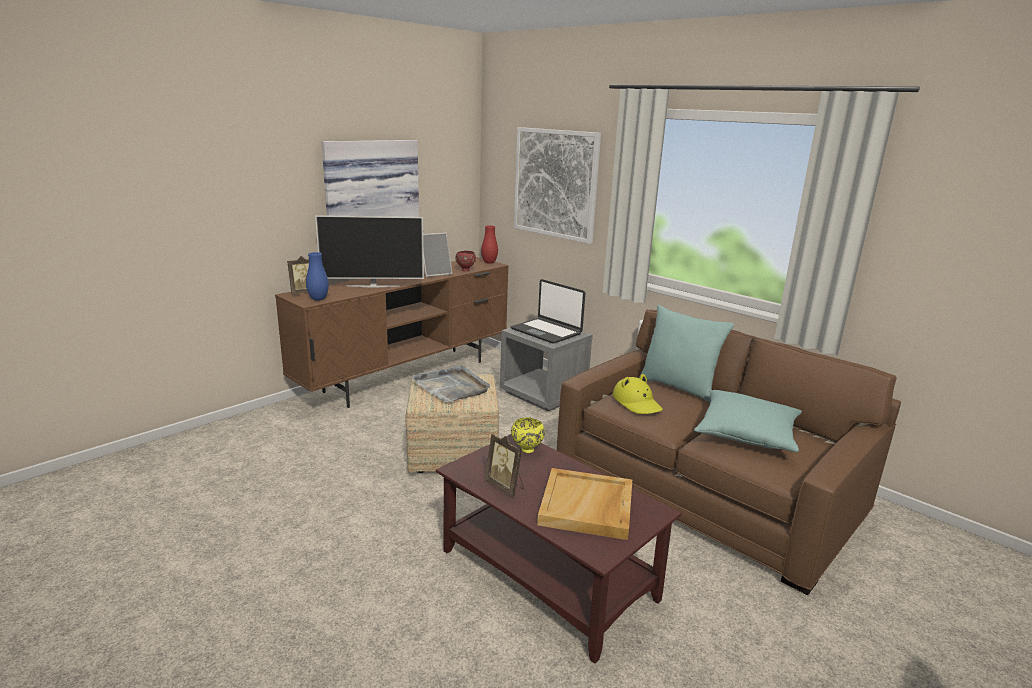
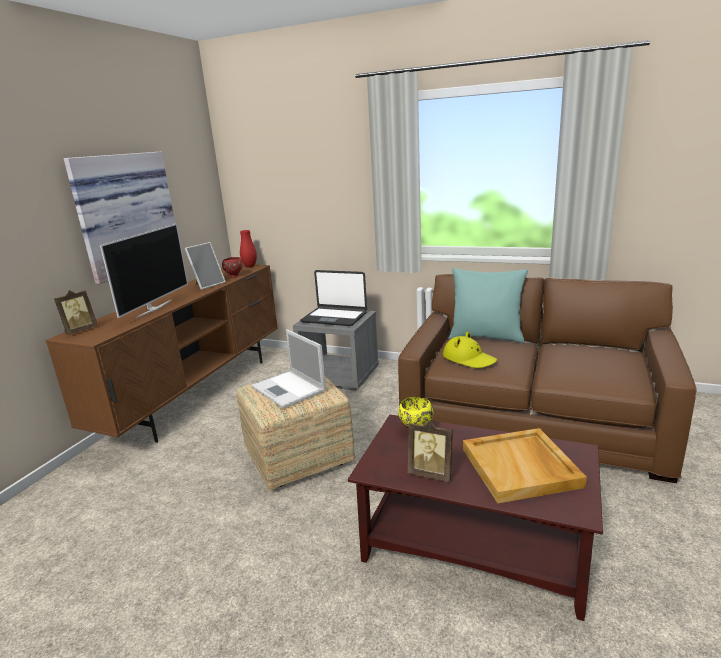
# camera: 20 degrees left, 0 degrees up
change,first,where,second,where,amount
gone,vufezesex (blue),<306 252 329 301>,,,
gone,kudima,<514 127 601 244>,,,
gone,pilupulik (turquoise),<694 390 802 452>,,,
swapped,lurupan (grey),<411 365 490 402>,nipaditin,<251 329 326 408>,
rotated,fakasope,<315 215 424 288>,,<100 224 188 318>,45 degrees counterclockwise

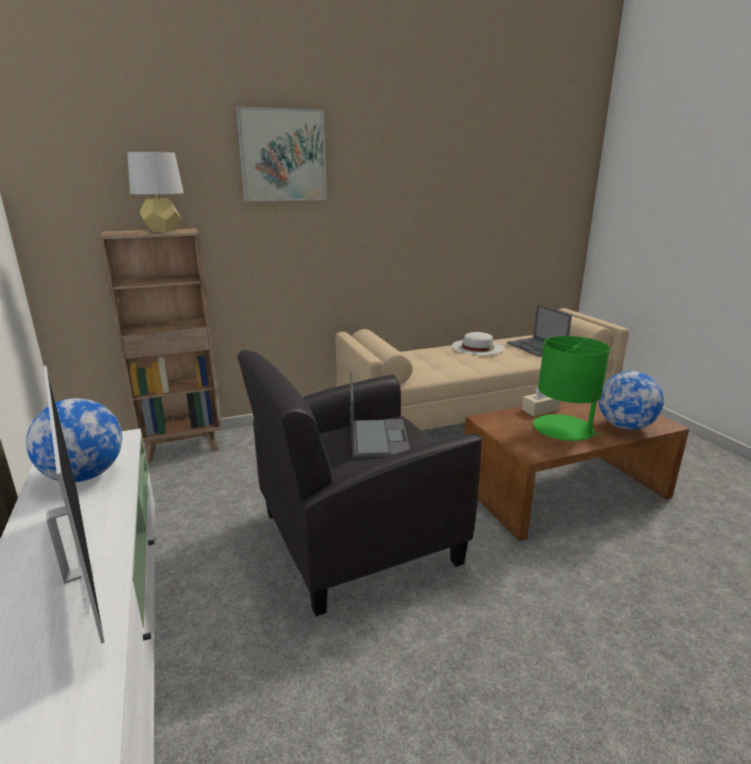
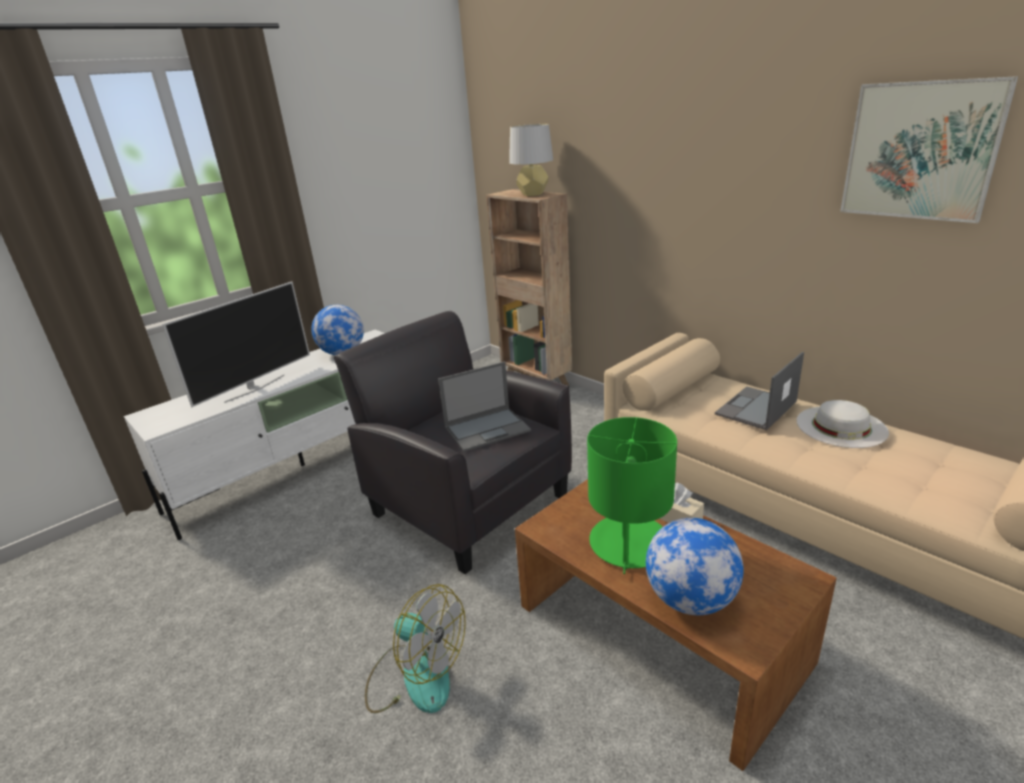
# camera: 70 degrees right, 5 degrees up
change,first,where,second,where,amount
new,,,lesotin,<365 584 466 713>,
shifted,kudima,<236 106 327 201>,,<840 76 1018 223>,
shifted,nipaditin,<507 305 572 357>,,<715 352 804 430>,

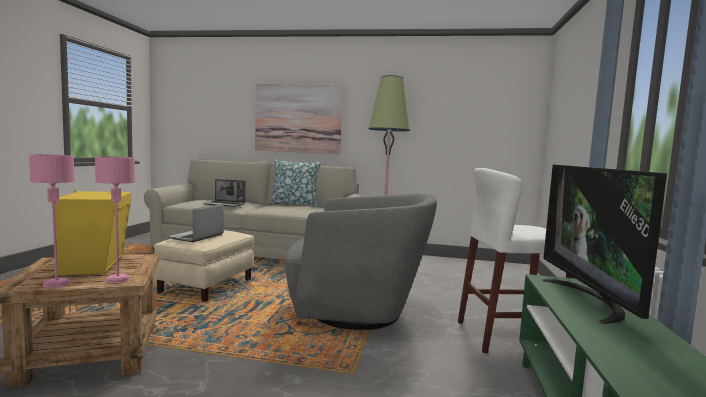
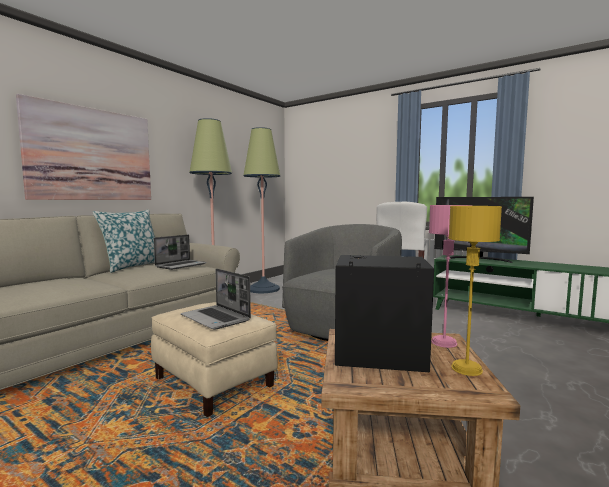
# camera: 65 degrees left, 0 degrees up
change,first,where,second,where,amount
new,,,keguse,<243 127 280 293>,
shifted,nipaditin,<203 179 246 207>,,<154 235 207 270>,
repainted,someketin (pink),<29 155 75 288>,someketin (yellow),<448 206 502 376>,
repainted,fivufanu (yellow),<55 189 131 275>,fivufanu (black),<335 255 434 372>,

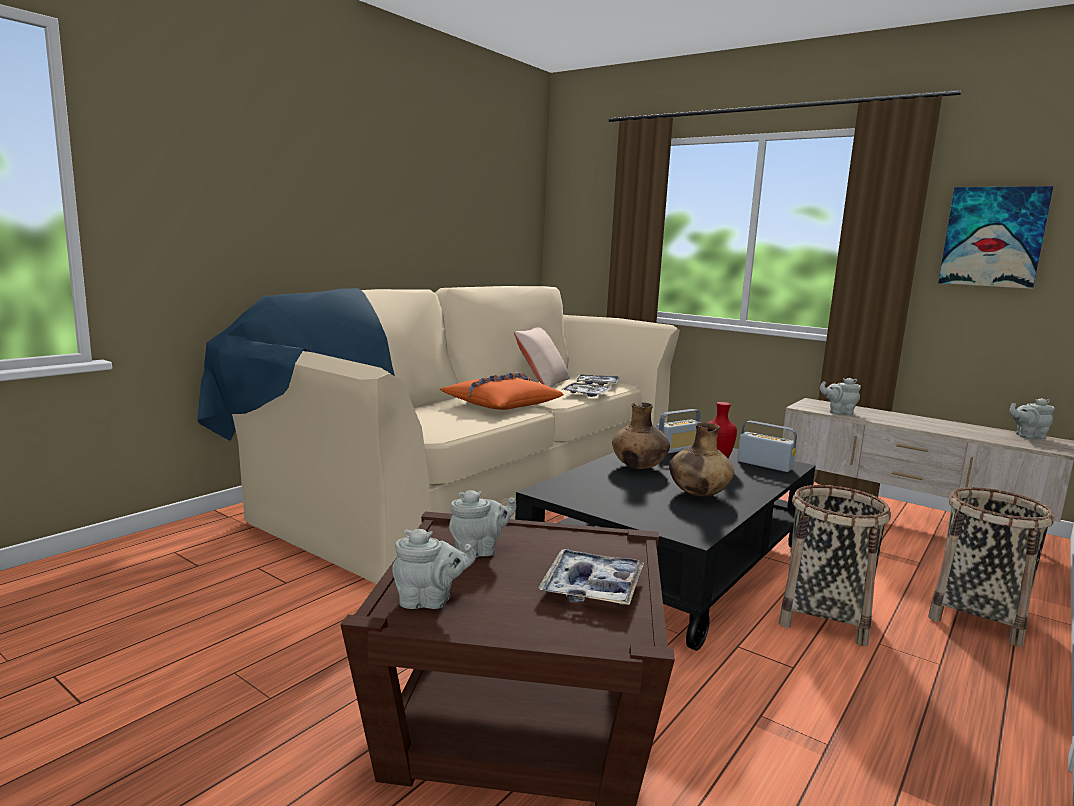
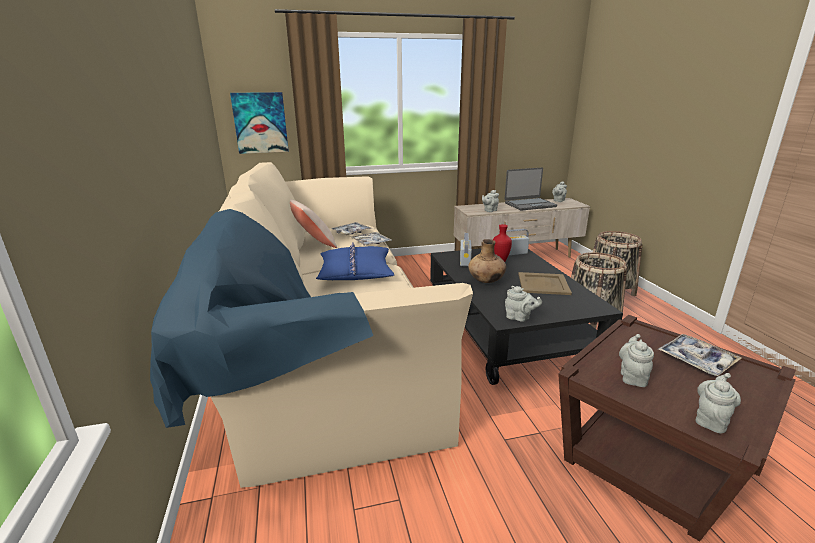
# camera: 50 degrees left, 10 degrees up
change,first,where,second,where,amount
new,,,nipaditin,<505 167 557 211>,
new,,,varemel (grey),<505 286 542 322>,
shifted,kudima,<938 186 1053 289>,,<230 92 289 154>,
swapped,vufezesex (brown),<669 423 734 496>,lurupan (beige),<518 272 572 295>,
repainted,pilupulik (orange),<440 372 563 410>,pilupulik (blue),<316 242 395 280>,

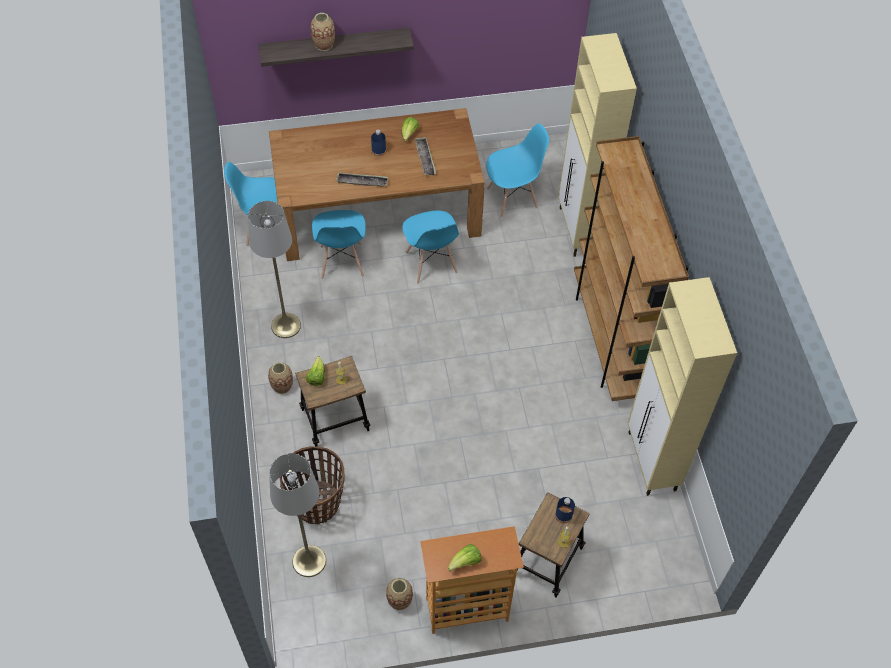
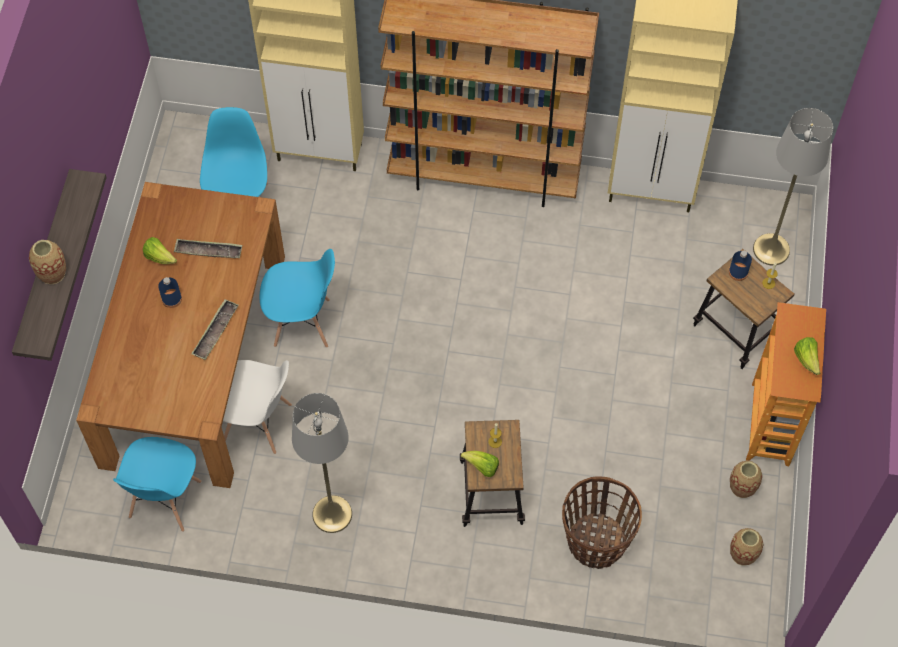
# camera: 70 degrees left, 5 degrees up
change,first,where,second,where,amount
shifted,vufezesex,<268 362 293 394>,,<730 528 763 565>,
shifted,keguse (grey),<269 453 326 577>,,<753 108 833 265>,
repainted,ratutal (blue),<312 210 366 279>,ratutal (white),<223 360 292 454>,

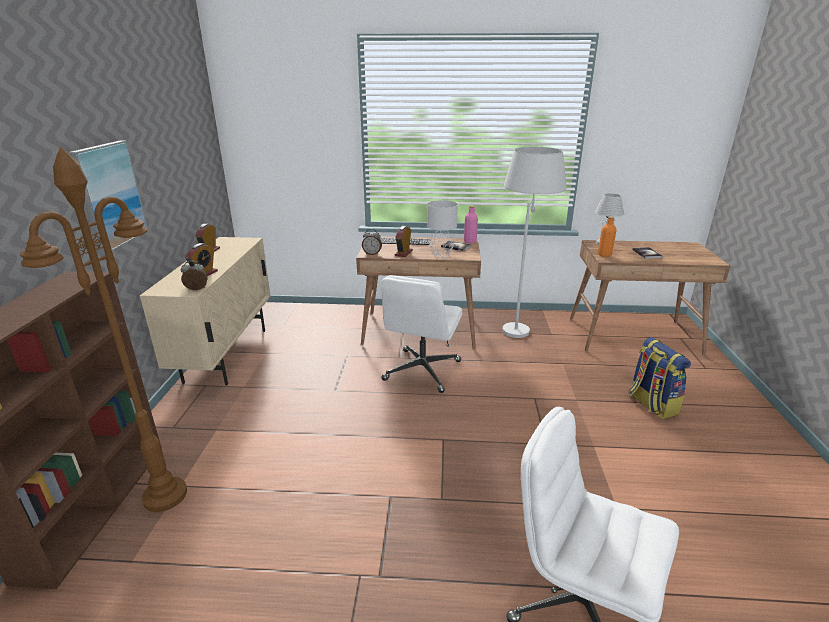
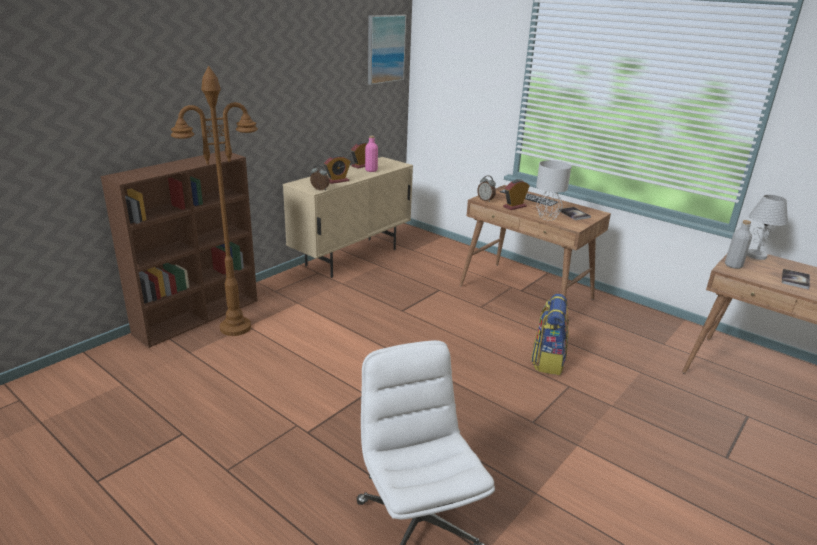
# camera: 35 degrees right, 0 degrees up
change,first,where,second,where,amount
gone,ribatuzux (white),<381 275 462 393>,,,
gone,keguse (white),<502 147 566 338>,,,
shifted,kudima,<69 140 148 255>,,<368 15 406 85>,
shifted,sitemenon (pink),<464 205 478 243>,,<365 136 378 172>,
shifted,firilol,<629 337 691 419>,,<531 294 569 375>,
repainted,sitemenon (orange),<598 216 617 257>,sitemenon (grey),<725 220 752 269>,

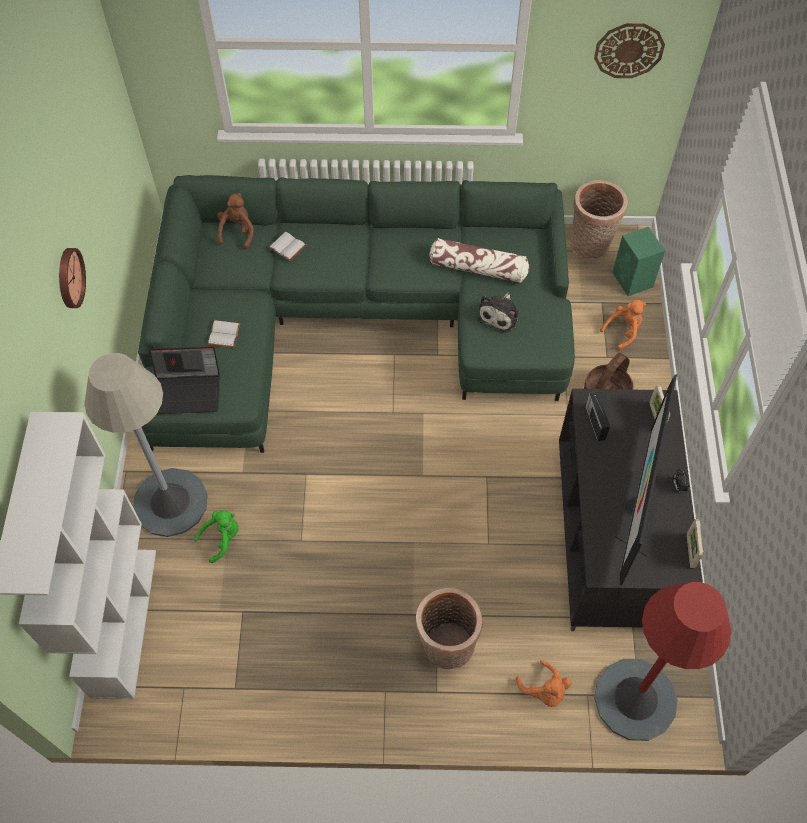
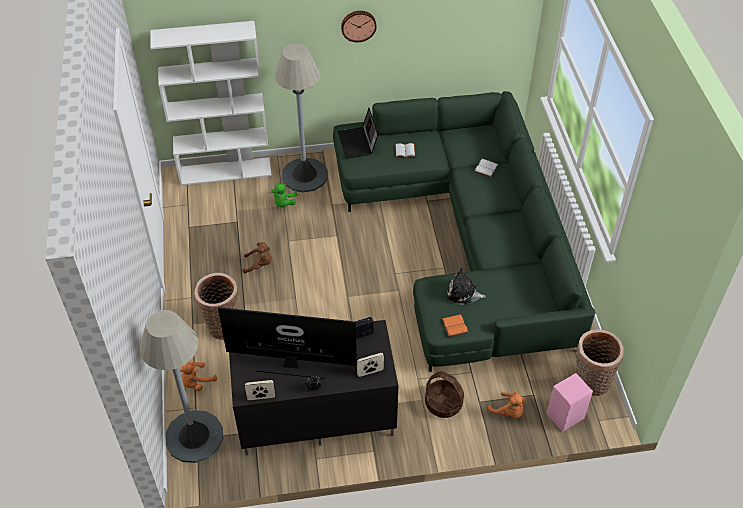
# camera: 80 degrees right, 10 degrees down
change,first,where,second,where,amount
gone,pilupulik,<430 238 529 283>,,,
gone,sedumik,<594 23 665 78>,,,
new,,,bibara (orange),<441 314 469 337>,
shifted,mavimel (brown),<217 193 254 249>,,<242 242 272 273>,
repainted,keguse (red),<594 582 731 741>,keguse (grey),<140 310 223 463>,
repainted,fivufanu (green),<612 227 665 296>,fivufanu (pink),<546 373 593 432>,
rotated,mavimel (green),<194 510 239 563>,,<271 184 298 207>,60 degrees clockwise

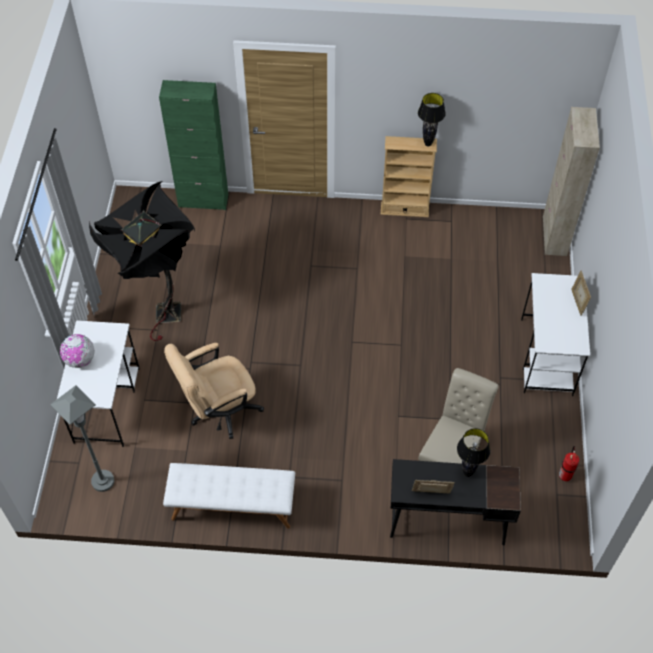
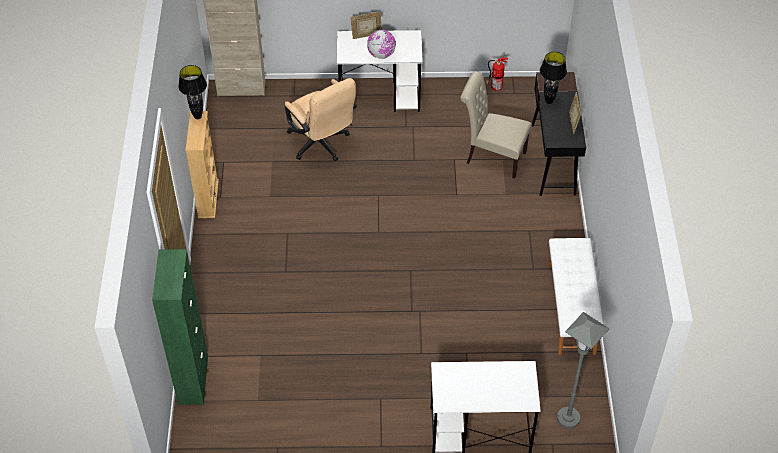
# camera: 95 degrees left, 5 degrees down
change,first,where,second,where,amount
gone,keguse (black),<89 181 195 341>,,,
shifted,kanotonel,<60 334 95 368>,,<367 30 396 59>,
shifted,ribatuzux (beige),<164 343 264 439>,,<285 78 357 161>,

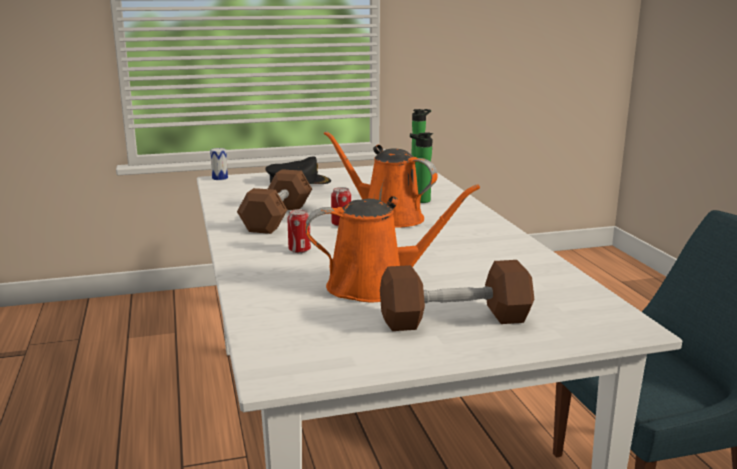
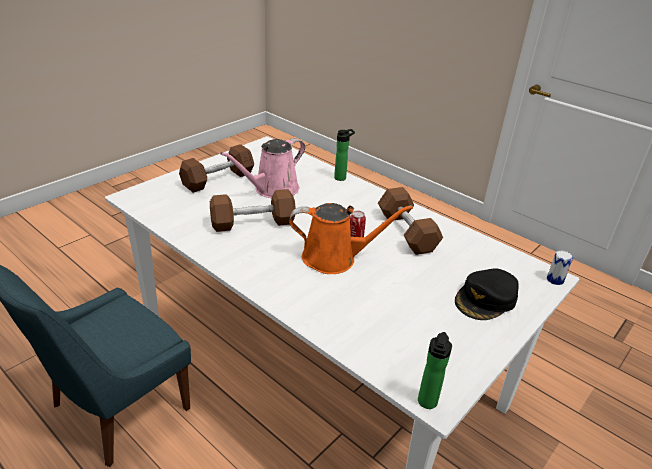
# camera: 145 degrees right, 15 degrees up
change,first,where,second,where,amount
gone,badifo,<288 209 311 253>,,,
new,,,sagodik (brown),<210 189 296 232>,
shifted,sitemenon,<410 132 433 203>,,<334 129 355 181>,
repainted,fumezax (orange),<305 185 480 302>,fumezax (pink),<220 138 305 198>,

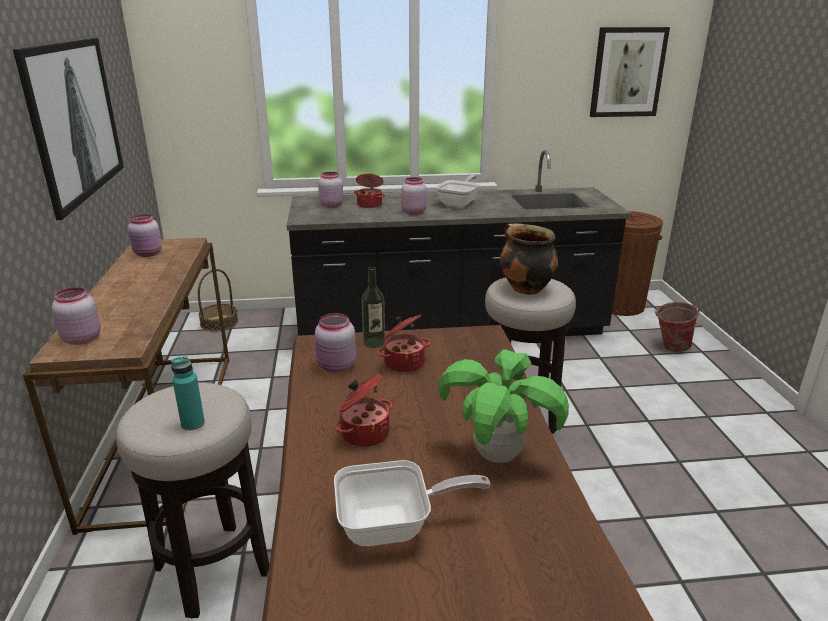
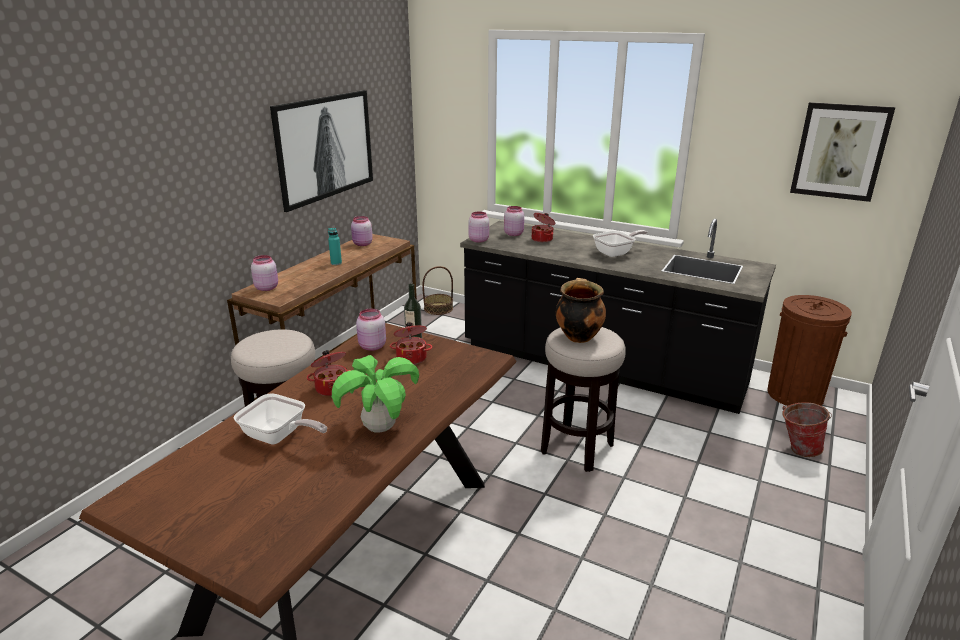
# camera: 35 degrees right, 0 degrees up
change,first,where,second,where,amount
shifted,sitemenon (turquoise),<171 356 205 430>,,<328 228 342 265>,
shifted,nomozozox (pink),<402 177 427 215>,,<468 211 489 243>,

